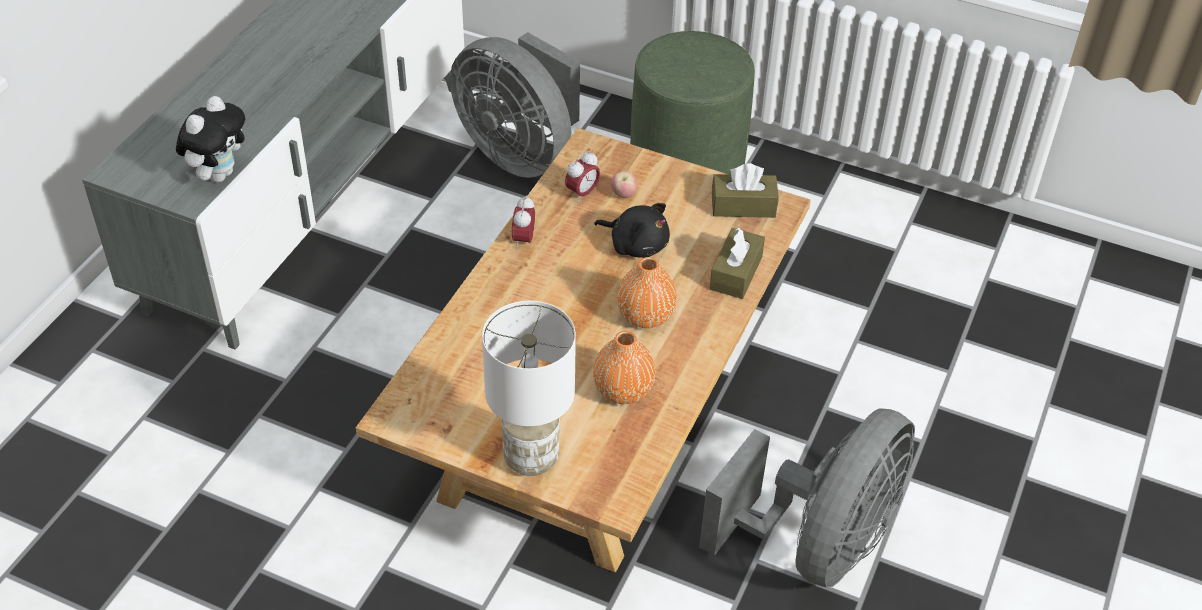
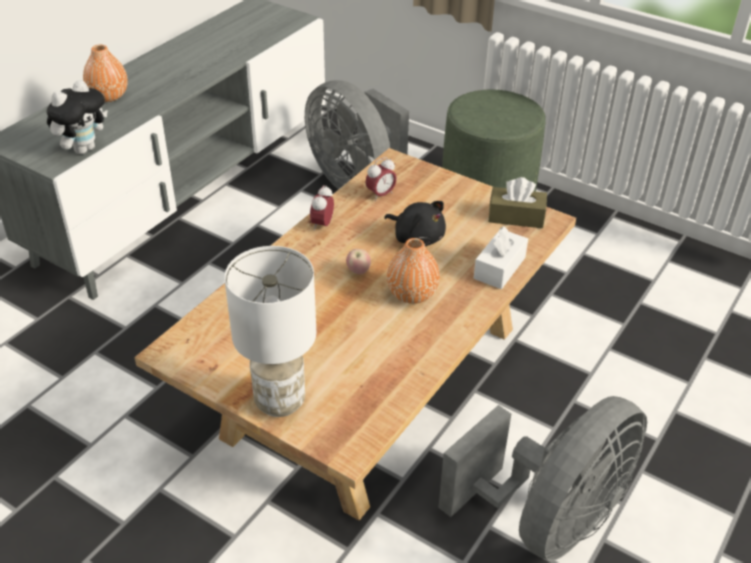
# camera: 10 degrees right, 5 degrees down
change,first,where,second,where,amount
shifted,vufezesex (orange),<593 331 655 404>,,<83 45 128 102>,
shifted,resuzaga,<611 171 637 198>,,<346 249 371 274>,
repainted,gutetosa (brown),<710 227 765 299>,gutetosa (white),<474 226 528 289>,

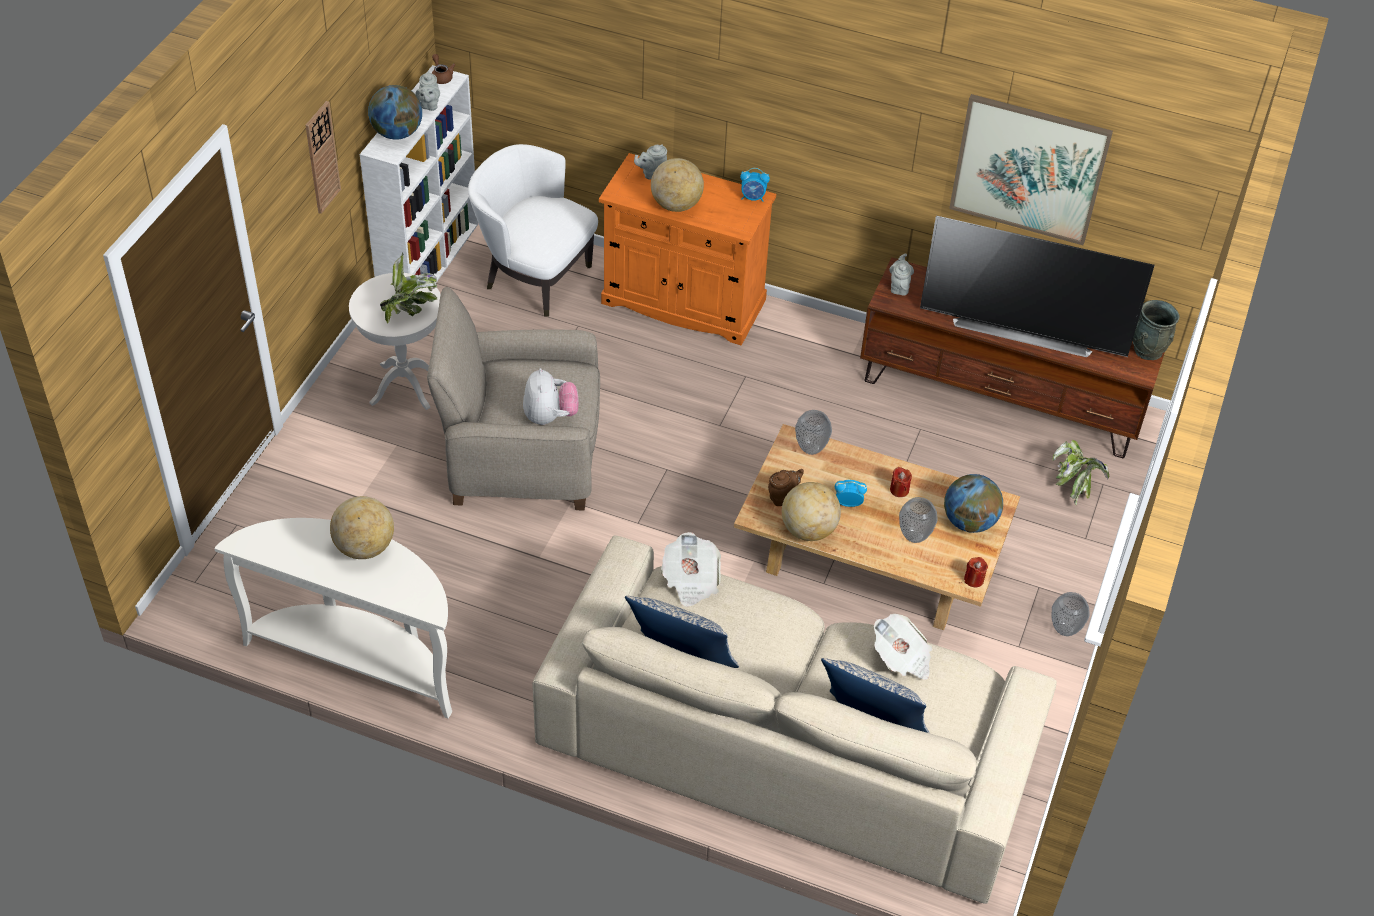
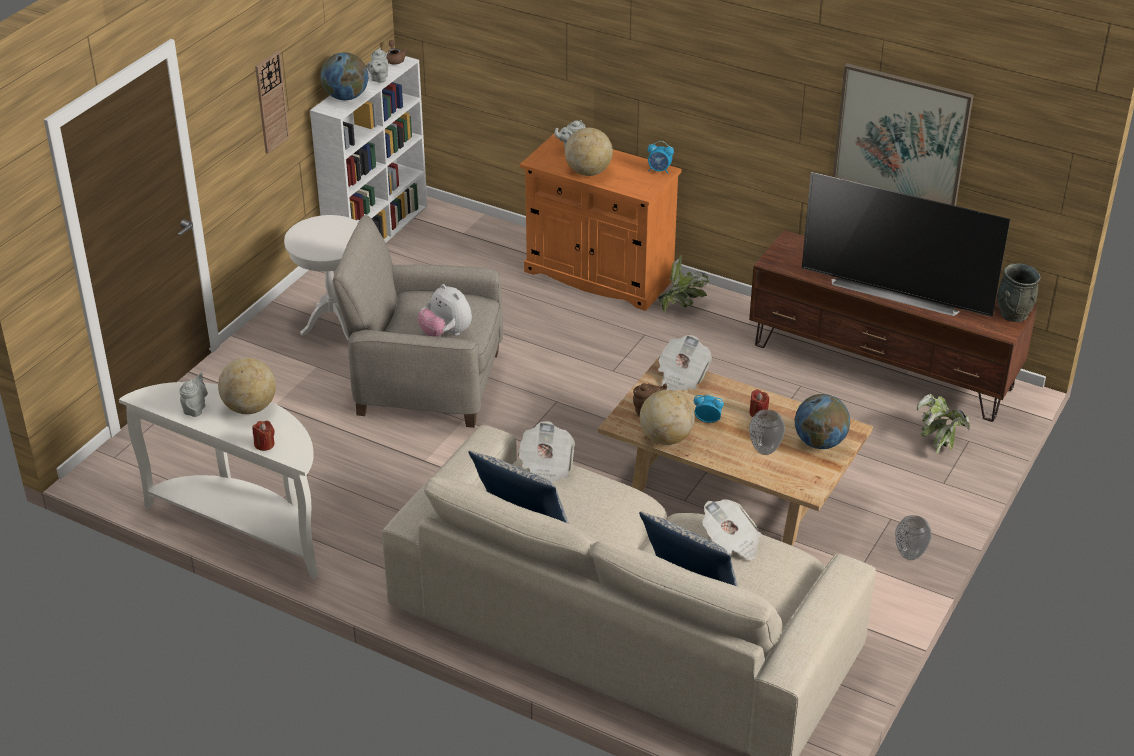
# camera: 10 degrees right, 10 degrees down
change,first,where,second,where,amount
gone,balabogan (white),<468 144 598 317>,,,
shifted,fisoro,<380 253 438 323>,,<658 255 709 312>,
shifted,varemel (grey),<889 253 914 296>,,<179 373 208 417>,
shifted,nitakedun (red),<964 557 988 587>,,<252 421 275 451>,
swapped,vufezesex,<795 410 832 455>,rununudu,<658 335 712 391>,
rotated,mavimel,<523 368 579 425>,,<418 284 472 337>,135 degrees clockwise

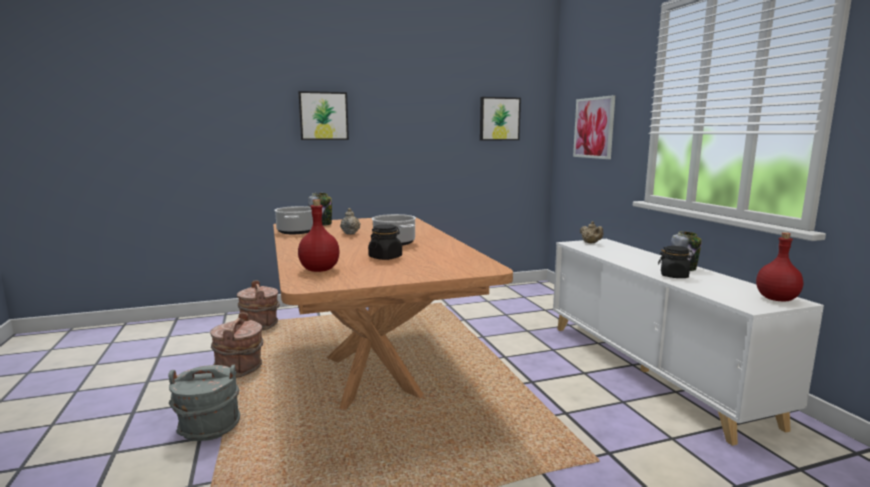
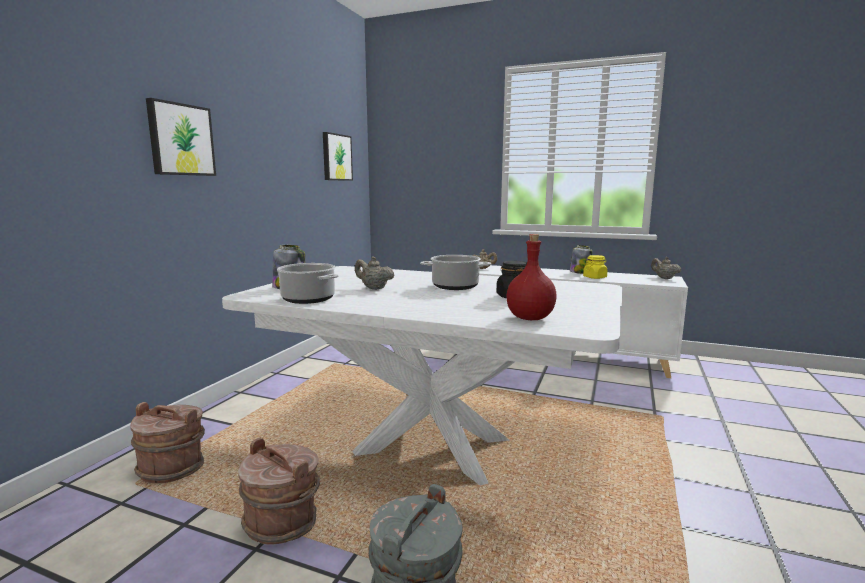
# camera: 50 degrees left, 0 degrees up
change,first,where,second,where,amount
gone,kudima,<573 95 615 159>,,,
swapped,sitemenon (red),<756 232 803 302>,varemel (beige),<651 257 681 279>,
repainted,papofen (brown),<273 217 513 410>,papofen (white),<222 266 623 486>,
repainted,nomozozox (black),<658 246 695 278>,nomozozox (yellow),<583 255 608 279>,

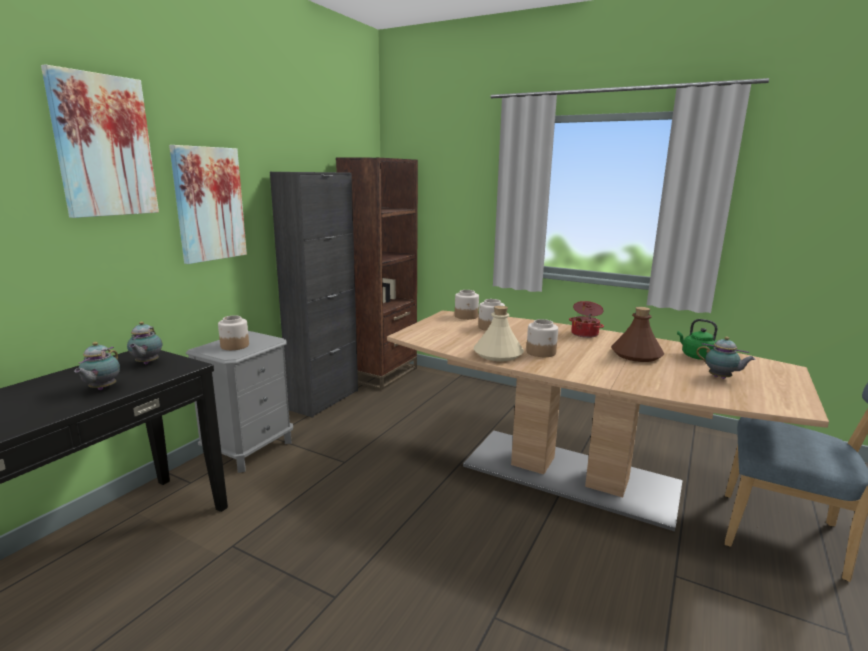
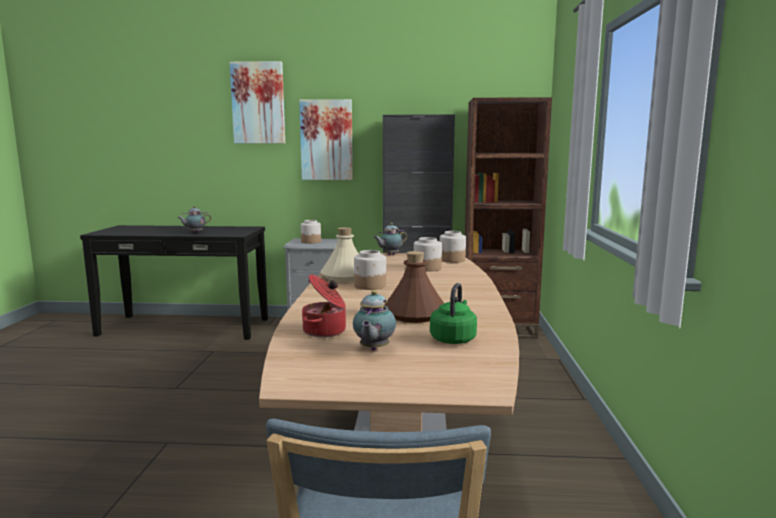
# camera: 65 degrees right, 5 degrees down
change,first,where,second,where,amount
shifted,varemel,<127 321 162 364>,,<374 223 407 255>,
shifted,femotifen,<569 301 604 338>,,<302 274 346 337>,

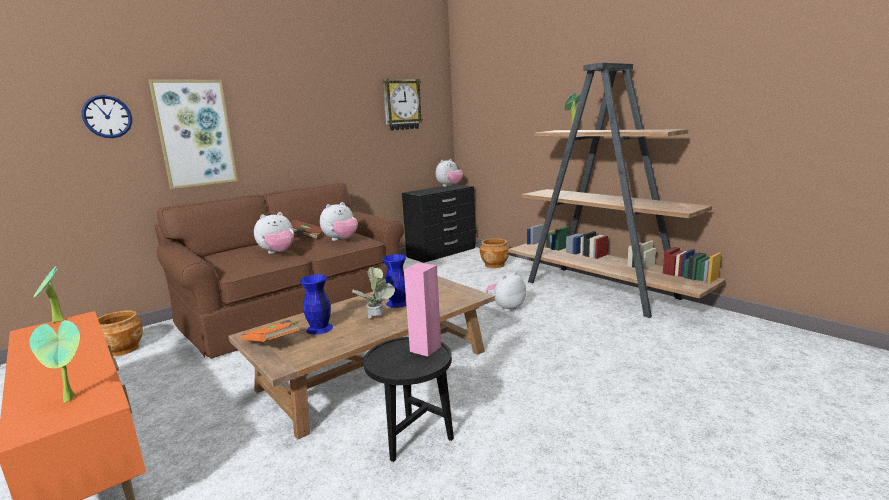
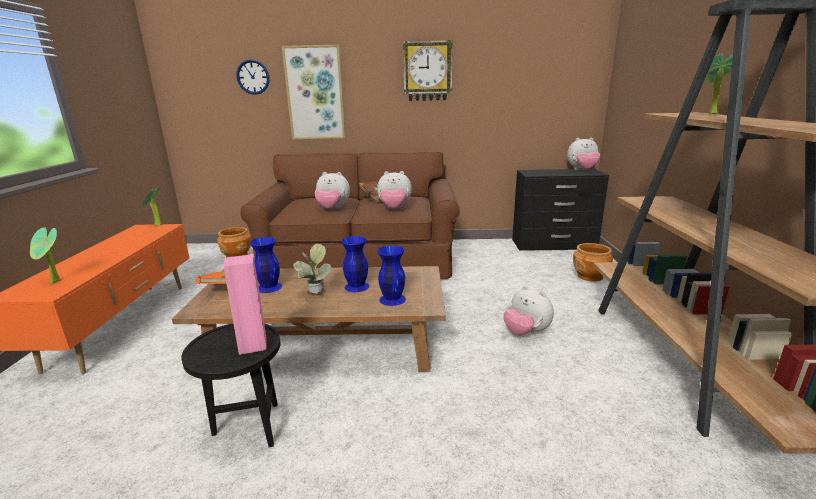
# camera: 40 degrees right, 5 degrees up
change,first,where,second,where,amount
new,,,vufezesex (blue),<377 245 406 306>,
shifted,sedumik,<383 79 423 131>,,<403 40 453 101>,
rotated,mavimel,<486 272 526 312>,,<503 286 554 335>,135 degrees counterclockwise

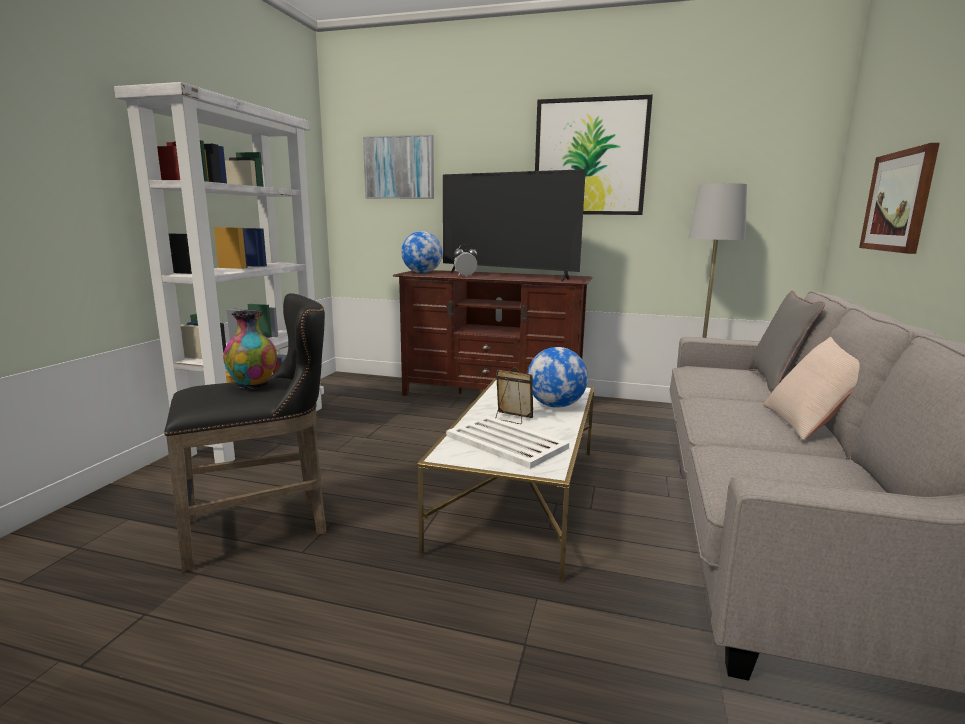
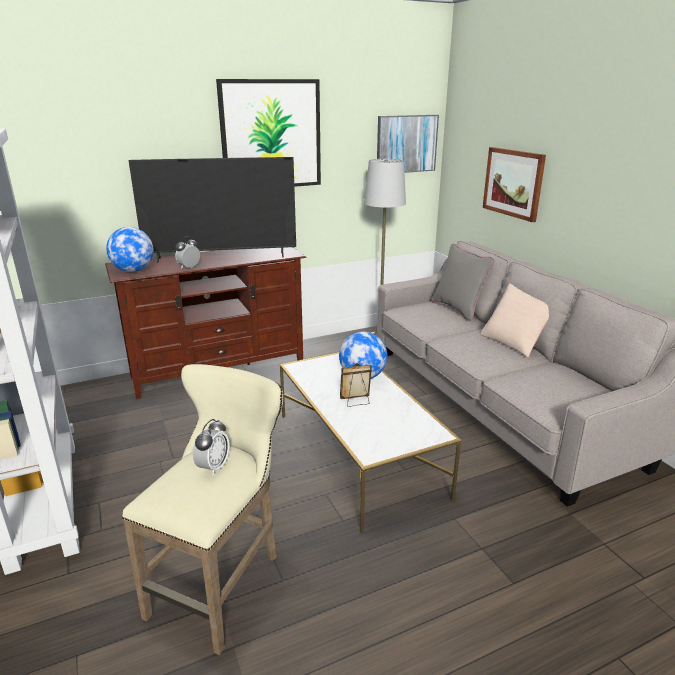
# camera: 40 degrees left, 10 degrees up
change,first,where,second,where,amount
gone,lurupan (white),<446 416 569 469>,,,
shifted,kudima,<363 135 434 199>,,<377 115 439 173>,
swapped,vufezesex,<223 310 277 389>,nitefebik,<193 419 230 475>,
repainted,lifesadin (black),<164 293 326 572>,lifesadin (beige),<122 364 283 655>,

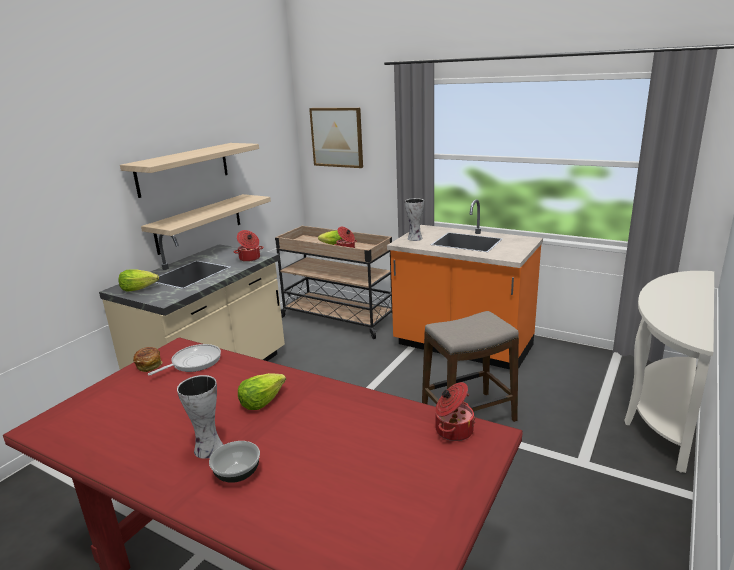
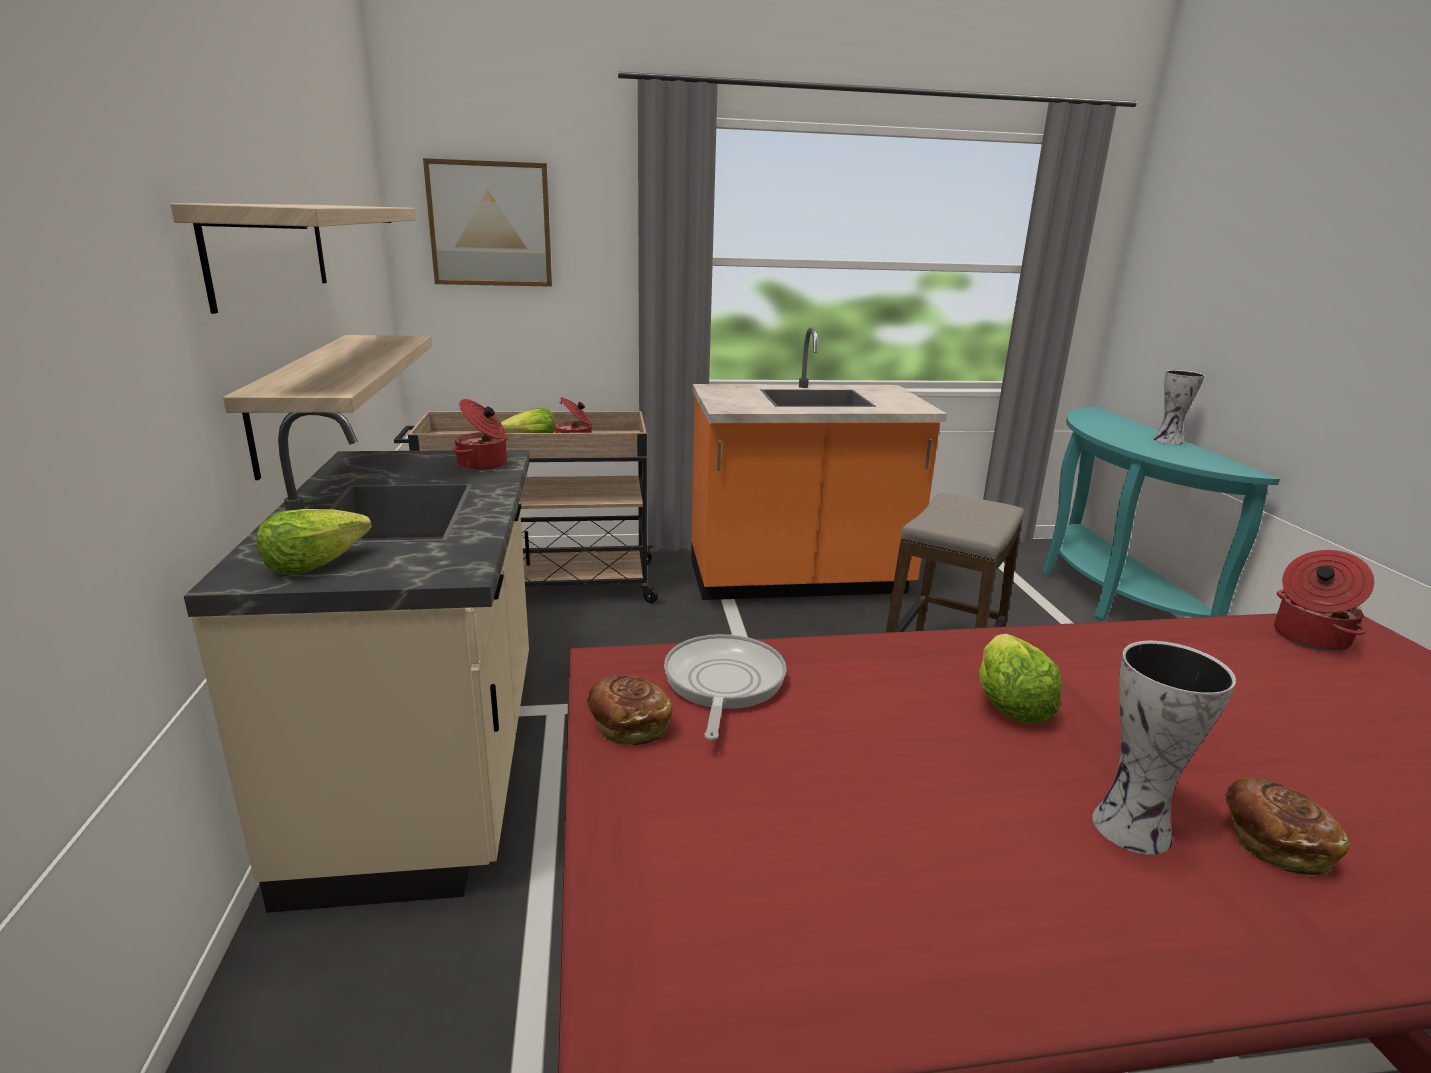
# camera: 40 degrees left, 0 degrees up
change,first,where,second,where,amount
shifted,vufezesex,<405 198 424 241>,,<1153 370 1205 445>,
swapped,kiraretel,<209 441 260 483>,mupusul,<1225 777 1350 876>,
repainted,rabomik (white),<624 271 714 473>,rabomik (turquoise),<1042 407 1280 620>,

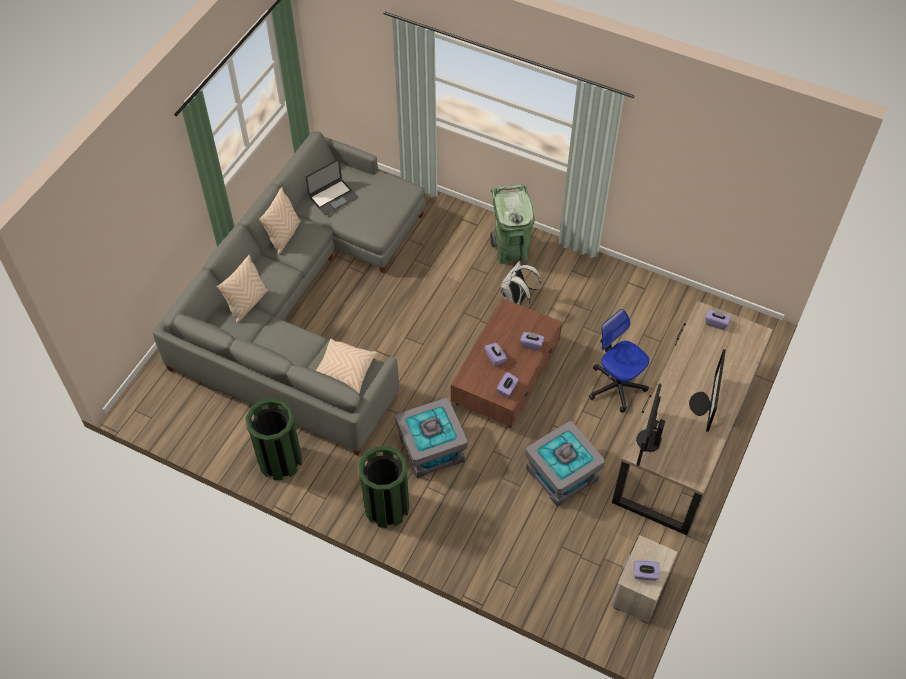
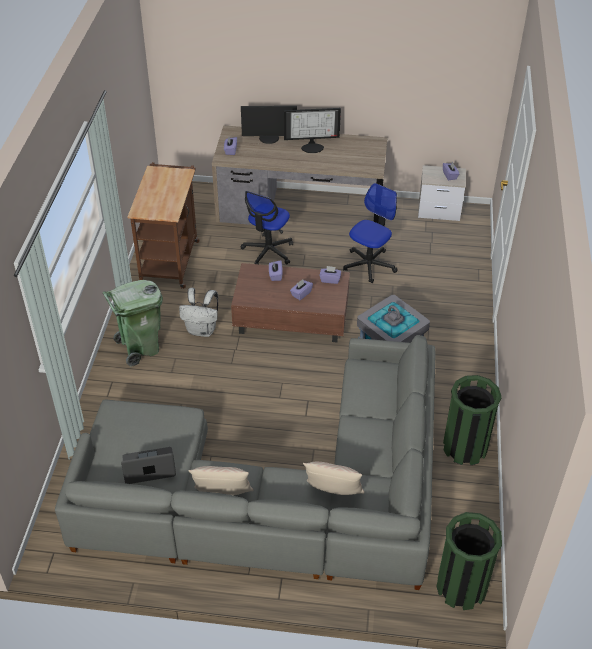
# camera: 110 degrees left, 10 degrees down
change,first,where,second,where,amount
gone,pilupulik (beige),<316 338 377 394>,,,
new,,,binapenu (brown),<128 162 199 289>,
shifted,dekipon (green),<358 446 409 528>,,<436 512 502 610>,
shifted,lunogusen,<636 383 665 466>,,<241 106 297 144>,
swapped,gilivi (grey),<525 421 605 507>,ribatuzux,<343 183 398 283>,
rotated,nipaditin,<306 159 358 215>,,<121 447 176 484>,45 degrees counterclockwise

